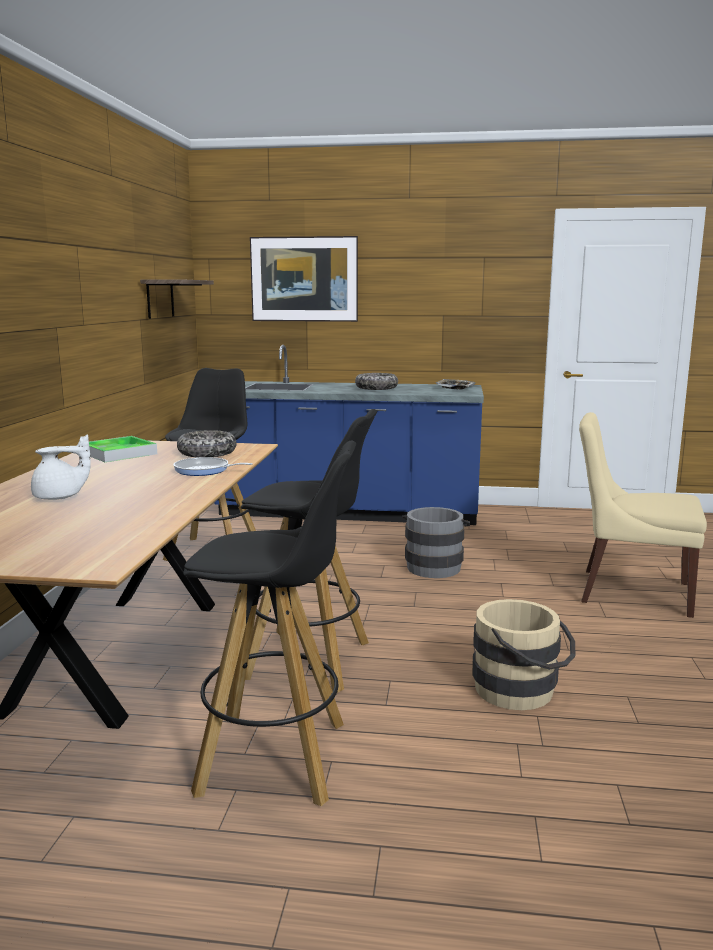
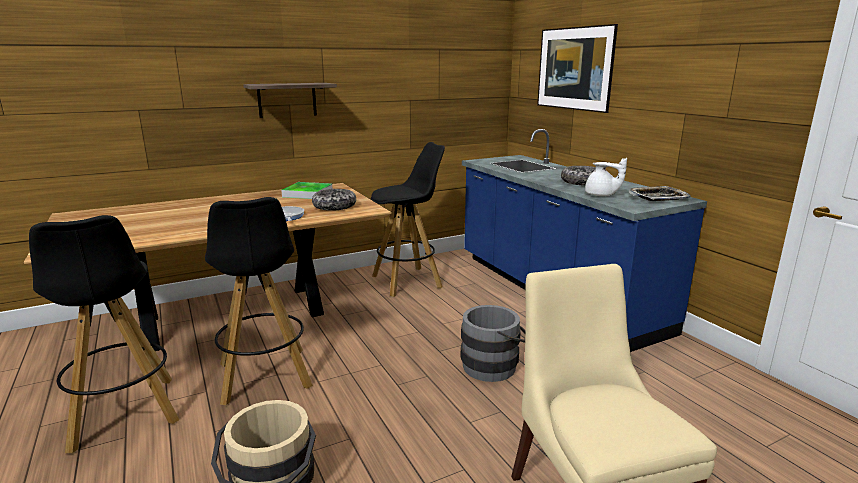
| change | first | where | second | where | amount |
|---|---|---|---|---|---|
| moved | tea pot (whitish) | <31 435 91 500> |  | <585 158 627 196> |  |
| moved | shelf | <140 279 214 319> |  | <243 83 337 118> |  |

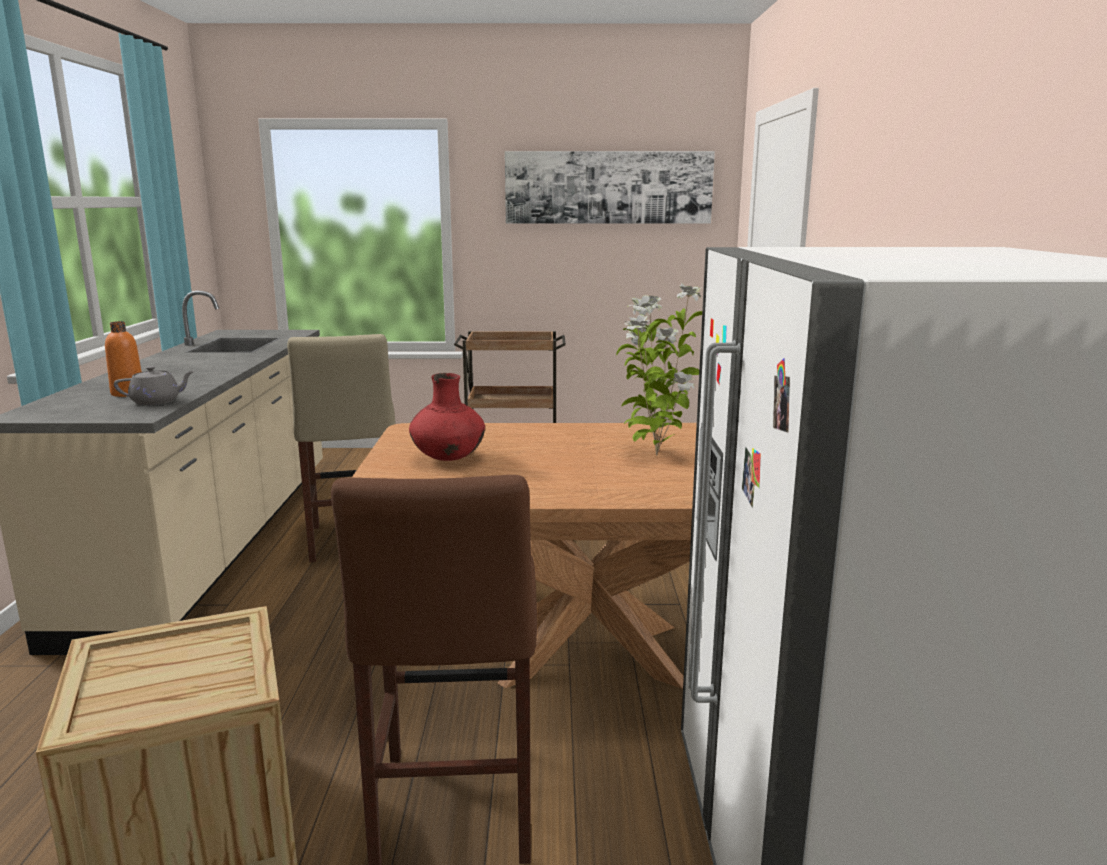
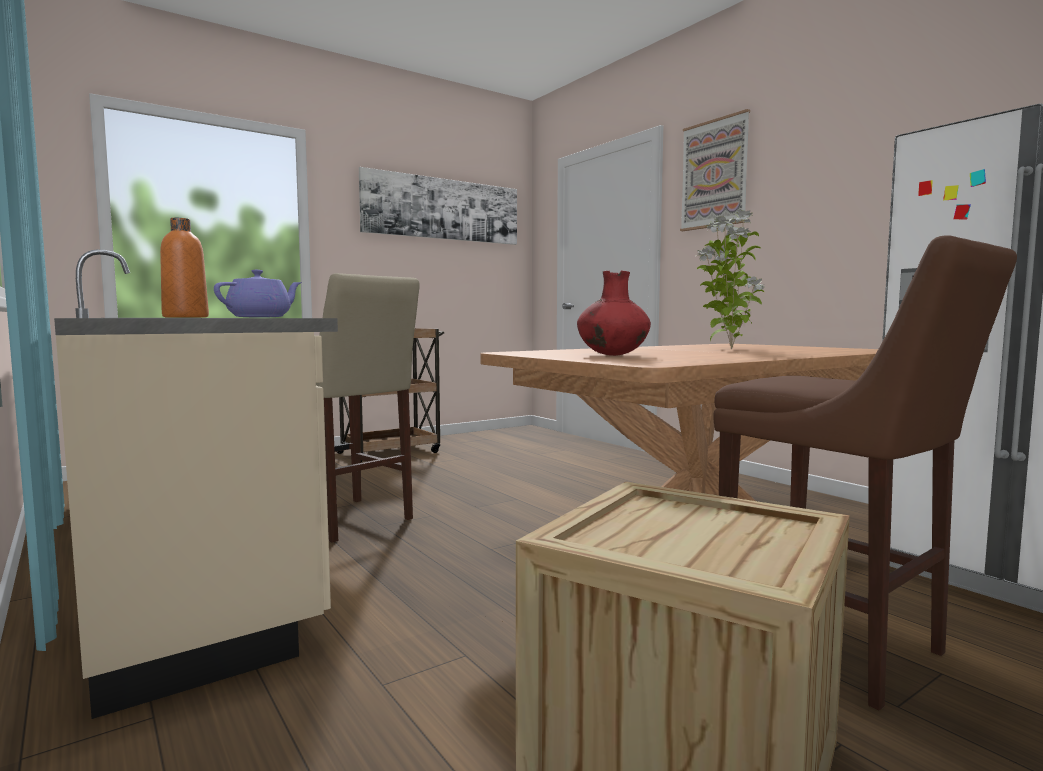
| change | first | where | second | where | amount |
|---|---|---|---|---|---|
| added |  |  | wall picture | <680 109 750 231> |  |
| recoloured | tea pot (gray) | <114 366 195 405> | tea pot (purplish) | <214 270 302 317> |  |

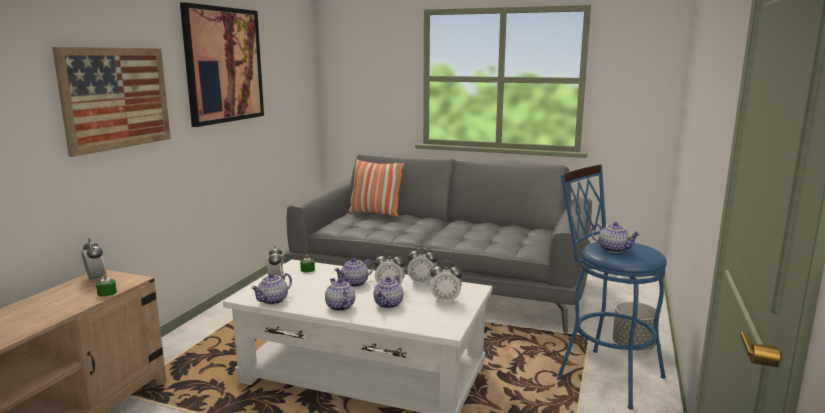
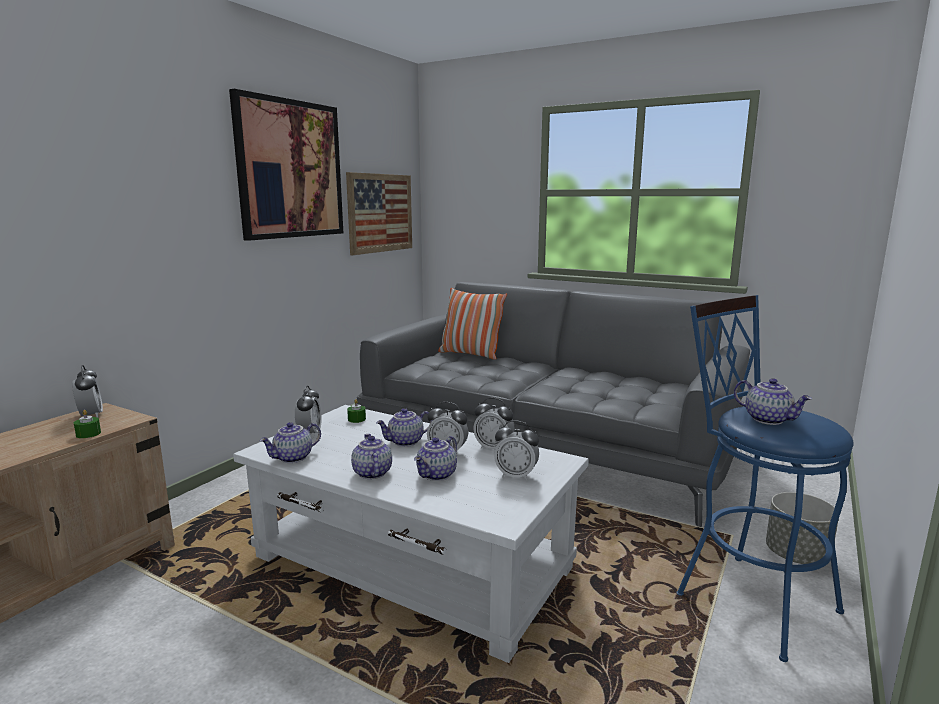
| change | first | where | second | where | amount |
|---|---|---|---|---|---|
| moved | wall picture | <52 47 171 157> |  | <346 172 412 255> |  |

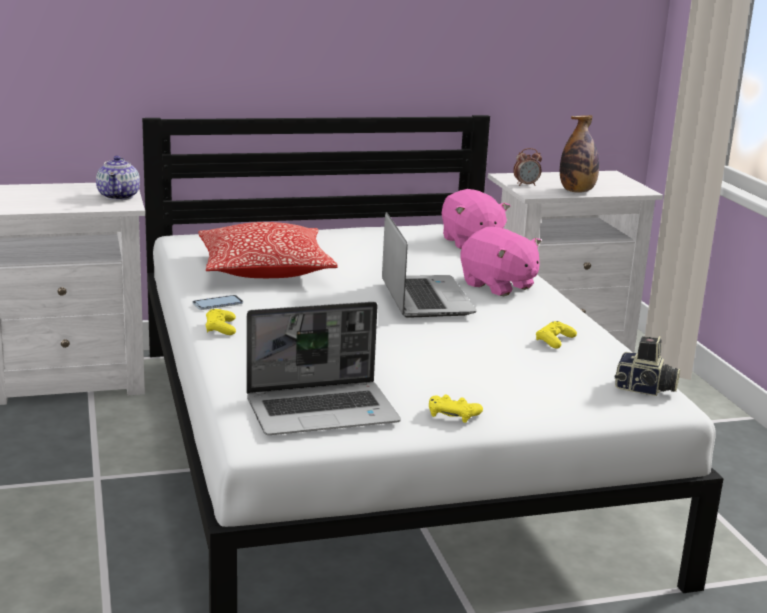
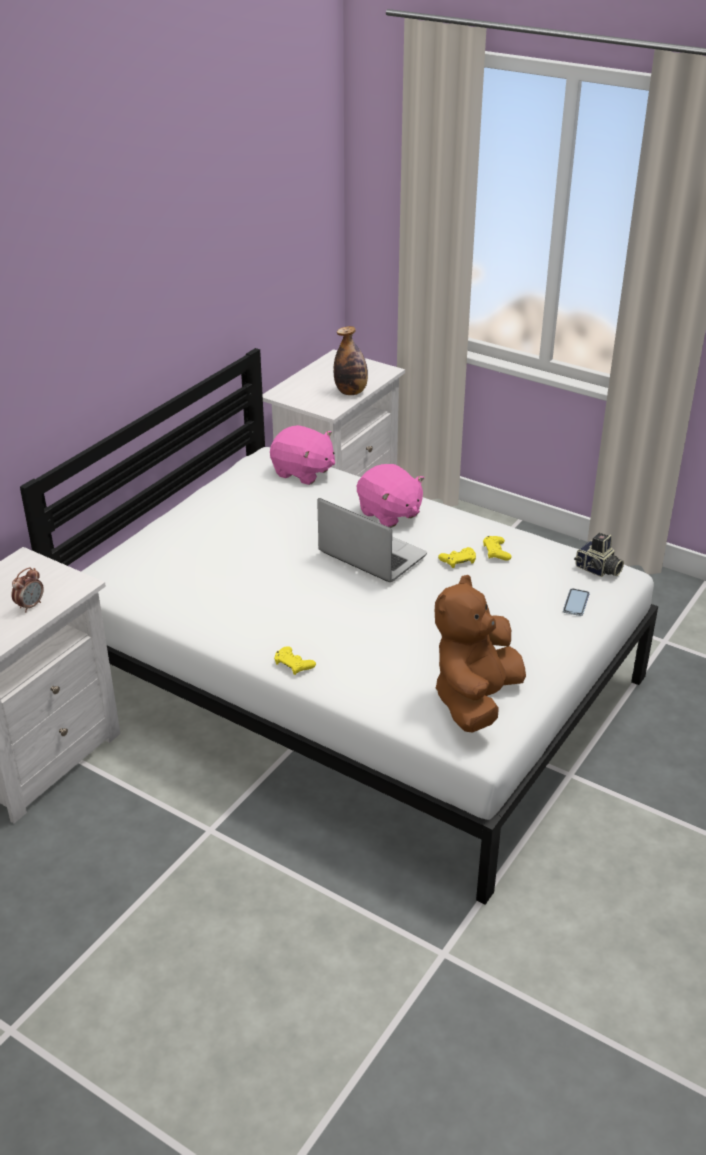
| change | first | where | second | where | amount |
|---|---|---|---|---|---|
| removed | tea pot | <96 156 140 200> |  |  |  |
| removed | pillow | <198 222 338 278> |  |  |  |
| moved | phone | <193 295 243 310> |  | <563 588 589 616> |  |
| moved | game controller (yellow-coloured) | <429 395 483 423> |  | <438 547 476 568> |  |
| moved | alarm clock | <513 148 542 186> |  | <11 567 44 612> |  |
| replaced | laptop | <246 302 401 435> | cuddly toy (brown) | <435 575 526 733> |  |
| turned | cuddly toy (pinkish) | <460 227 541 296> |  | <357 464 425 528> | 45 degrees clockwise |
| turned | photo camera | <615 336 680 396> |  | <574 533 624 577> | 60 degrees clockwise |

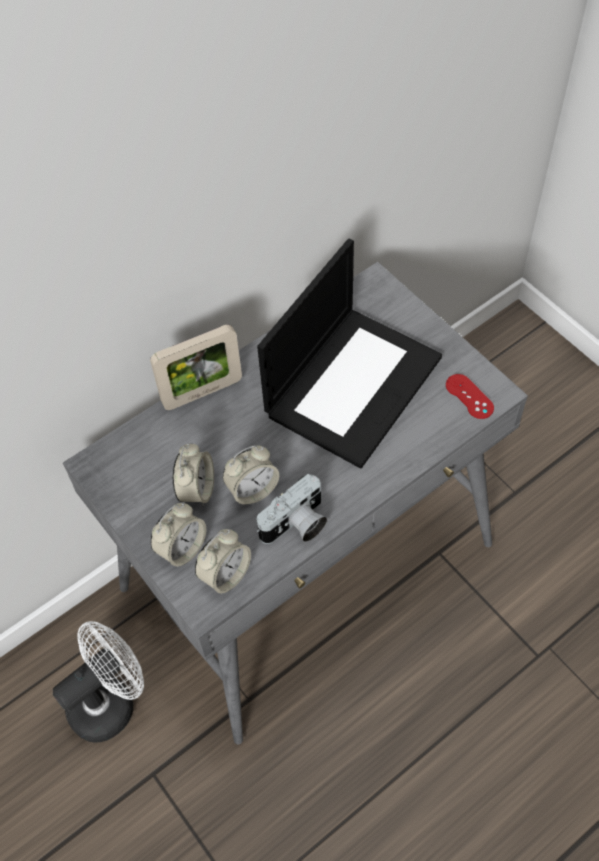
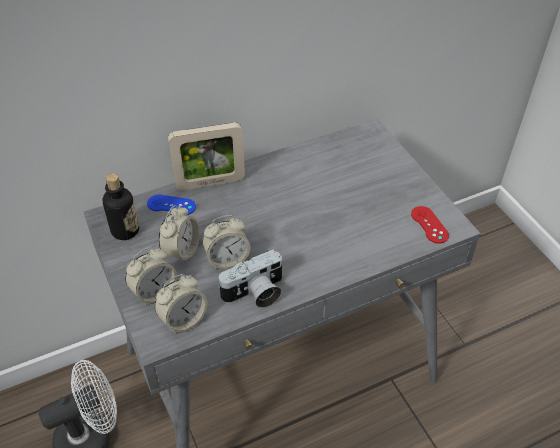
| change | first | where | second | where | amount |
|---|---|---|---|---|---|
| removed | laptop | <257 239 442 468> |  |  |  |
| added |  |  | beverage bottle | <102 173 139 240> |  |
| added |  |  | game controller (blue) | <147 195 196 215> |  |

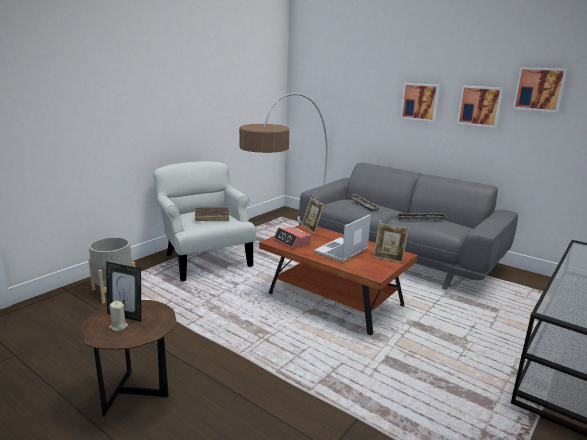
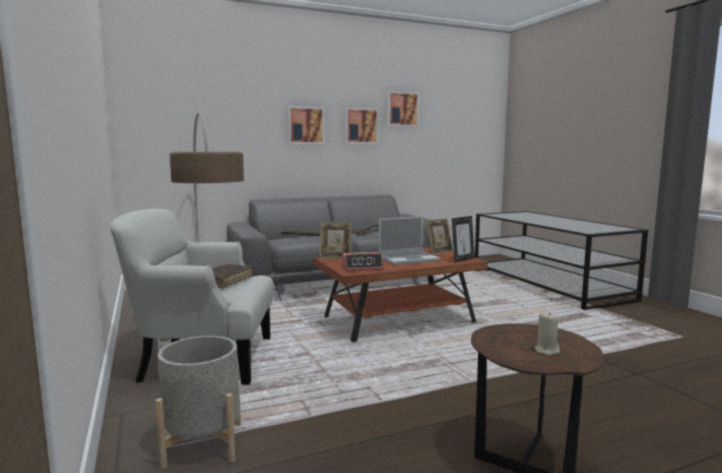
| change | first | where | second | where | amount |
|---|---|---|---|---|---|
| moved | picture frame | <106 262 141 321> |  | <452 216 475 263> |  |
| turned | laptop | <314 214 371 262> |  | <379 216 440 265> | 90 degrees counterclockwise |

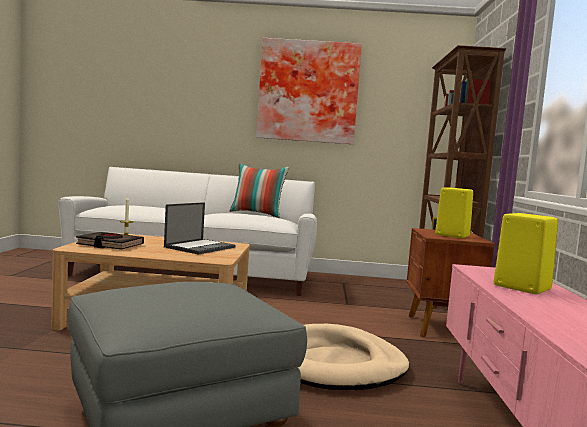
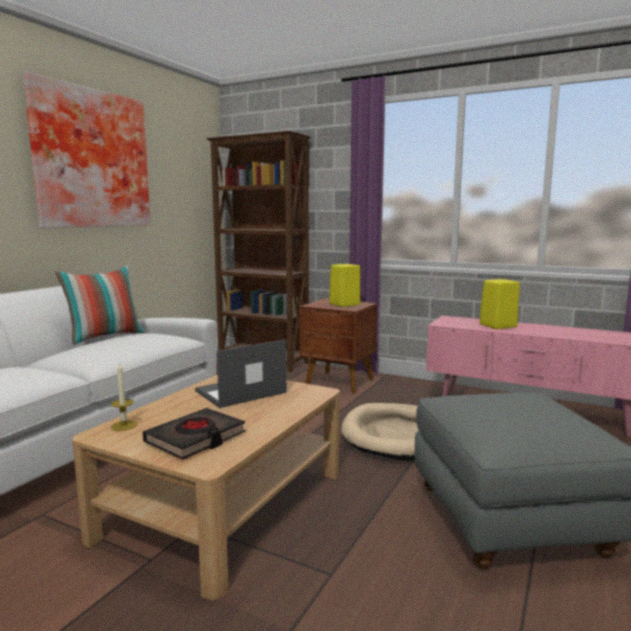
| change | first | where | second | where | amount |
|---|---|---|---|---|---|
| turned | laptop | <164 202 236 255> |  | <195 340 287 408> | 90 degrees counterclockwise |

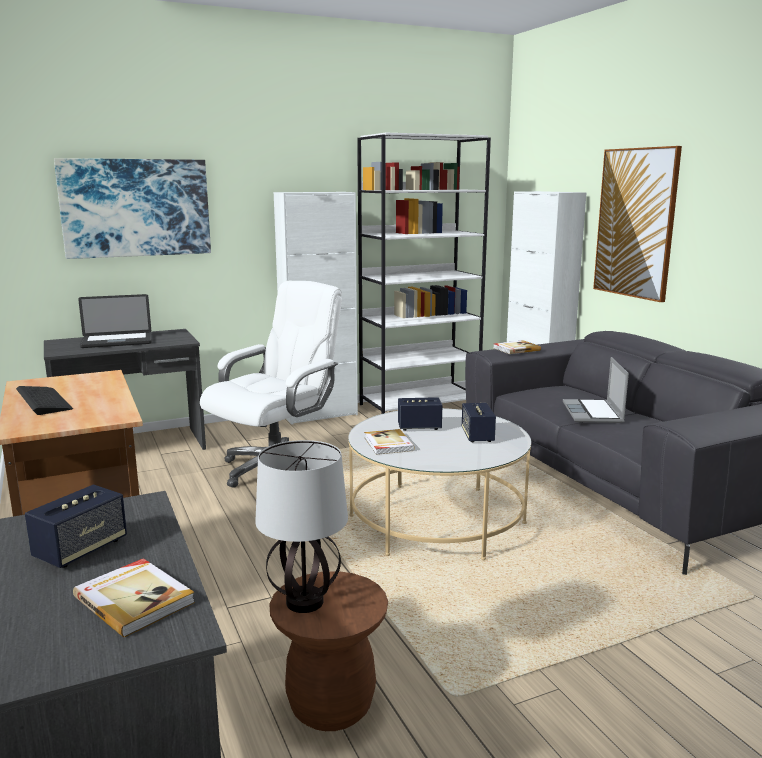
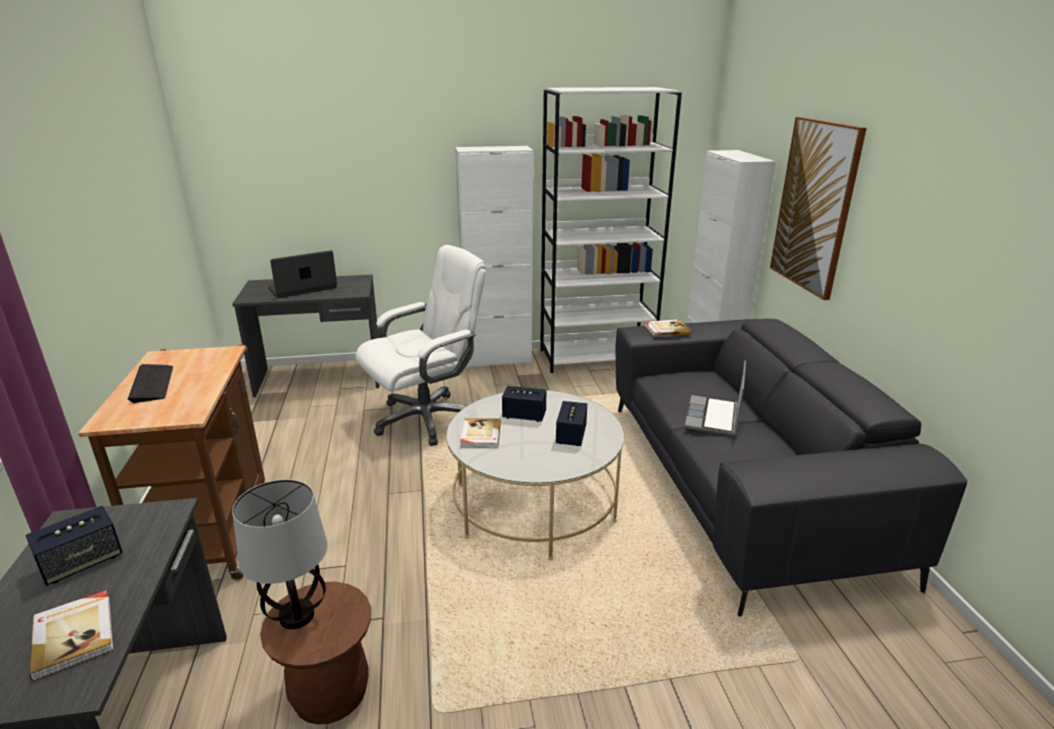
| change | first | where | second | where | amount |
|---|---|---|---|---|---|
| removed | wall picture | <54 158 211 259> |  |  |  |
| turned | laptop | <78 294 152 348> |  | <268 250 337 298> | 150 degrees clockwise |

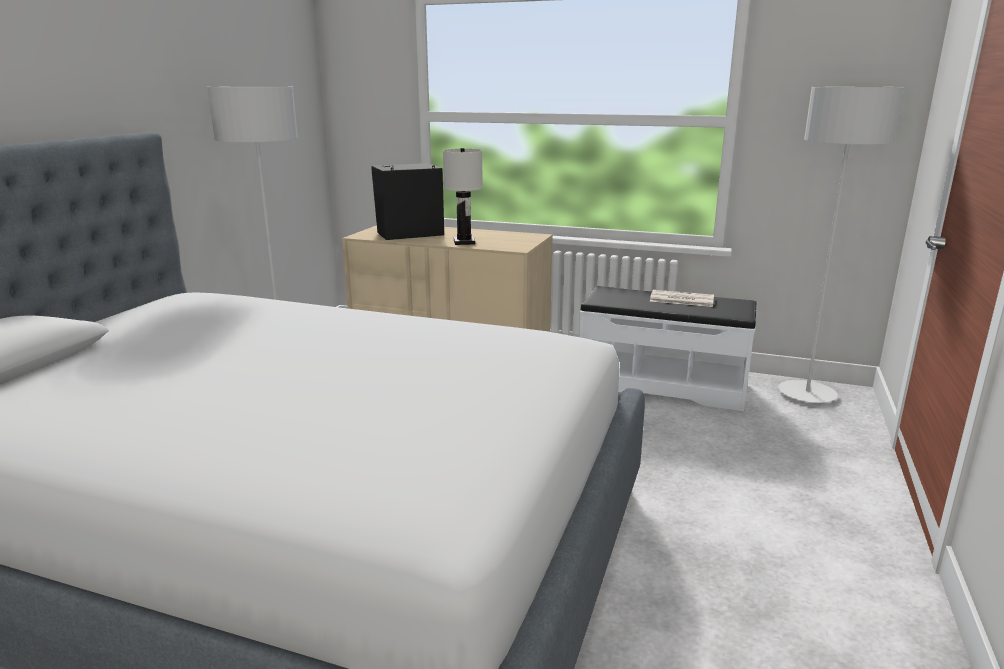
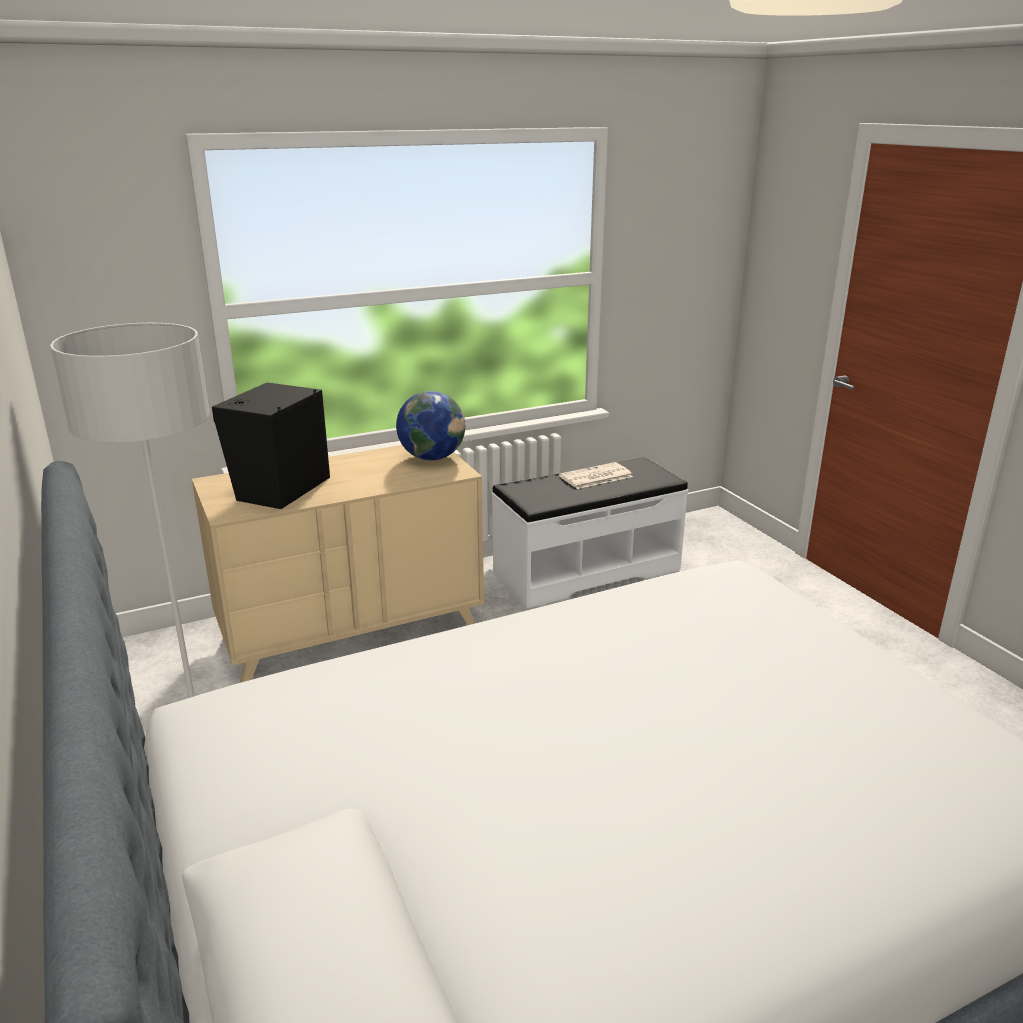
| change | first | where | second | where | amount |
|---|---|---|---|---|---|
| removed | tabletop lamp (whitish) | <443 148 483 245> |  |  |  |
| removed | standard lamp (gray) | <778 87 904 403> |  |  |  |
| added |  |  | world globe | <396 391 465 460> |  |

